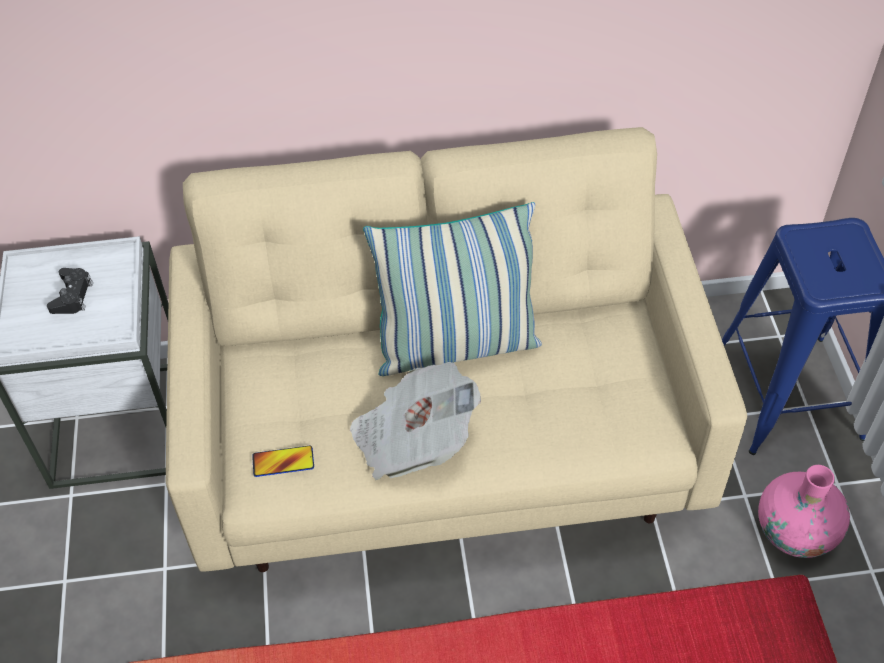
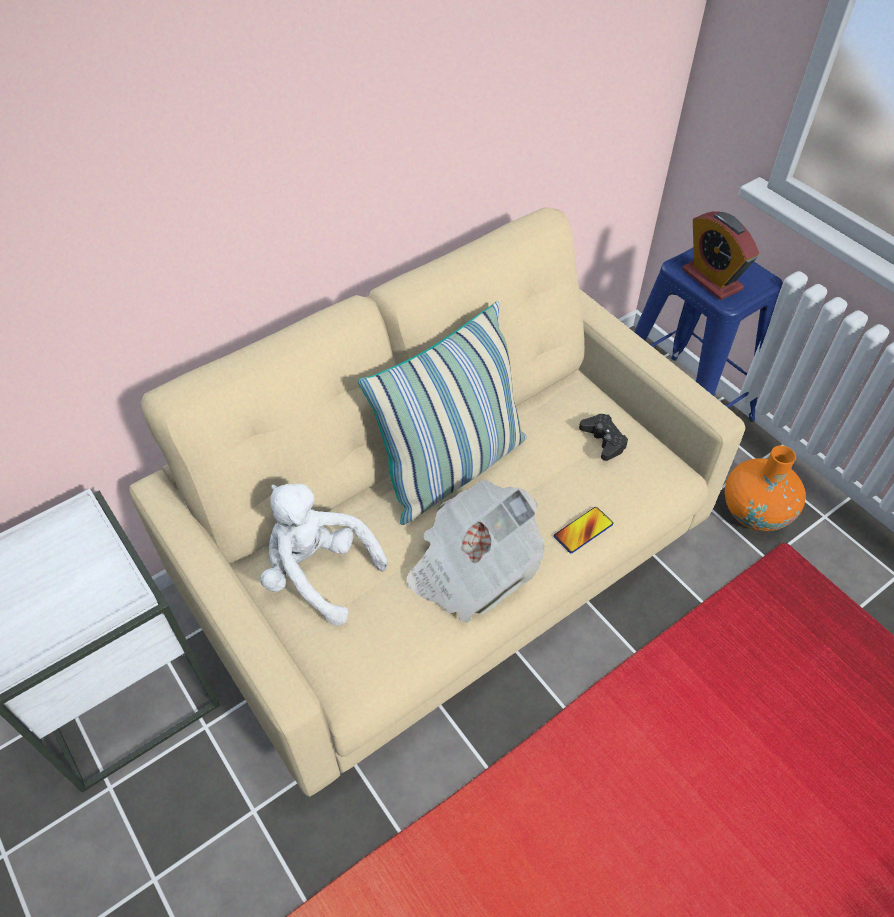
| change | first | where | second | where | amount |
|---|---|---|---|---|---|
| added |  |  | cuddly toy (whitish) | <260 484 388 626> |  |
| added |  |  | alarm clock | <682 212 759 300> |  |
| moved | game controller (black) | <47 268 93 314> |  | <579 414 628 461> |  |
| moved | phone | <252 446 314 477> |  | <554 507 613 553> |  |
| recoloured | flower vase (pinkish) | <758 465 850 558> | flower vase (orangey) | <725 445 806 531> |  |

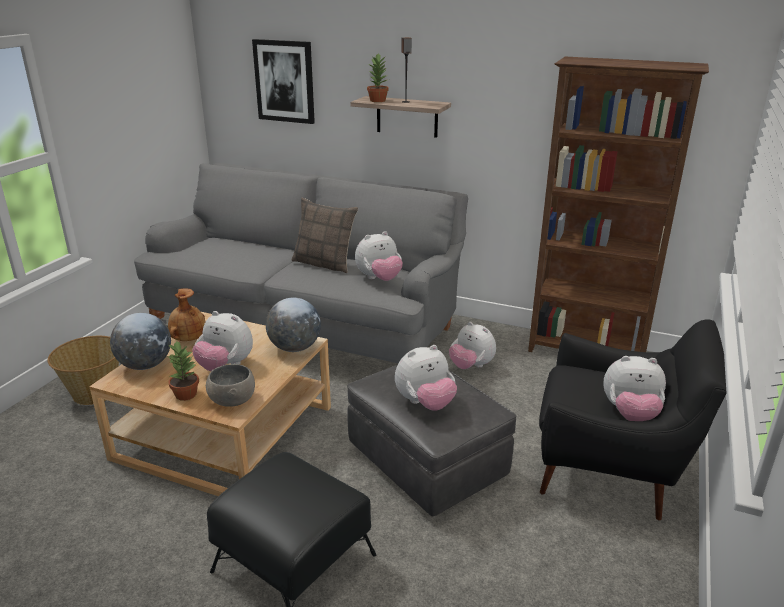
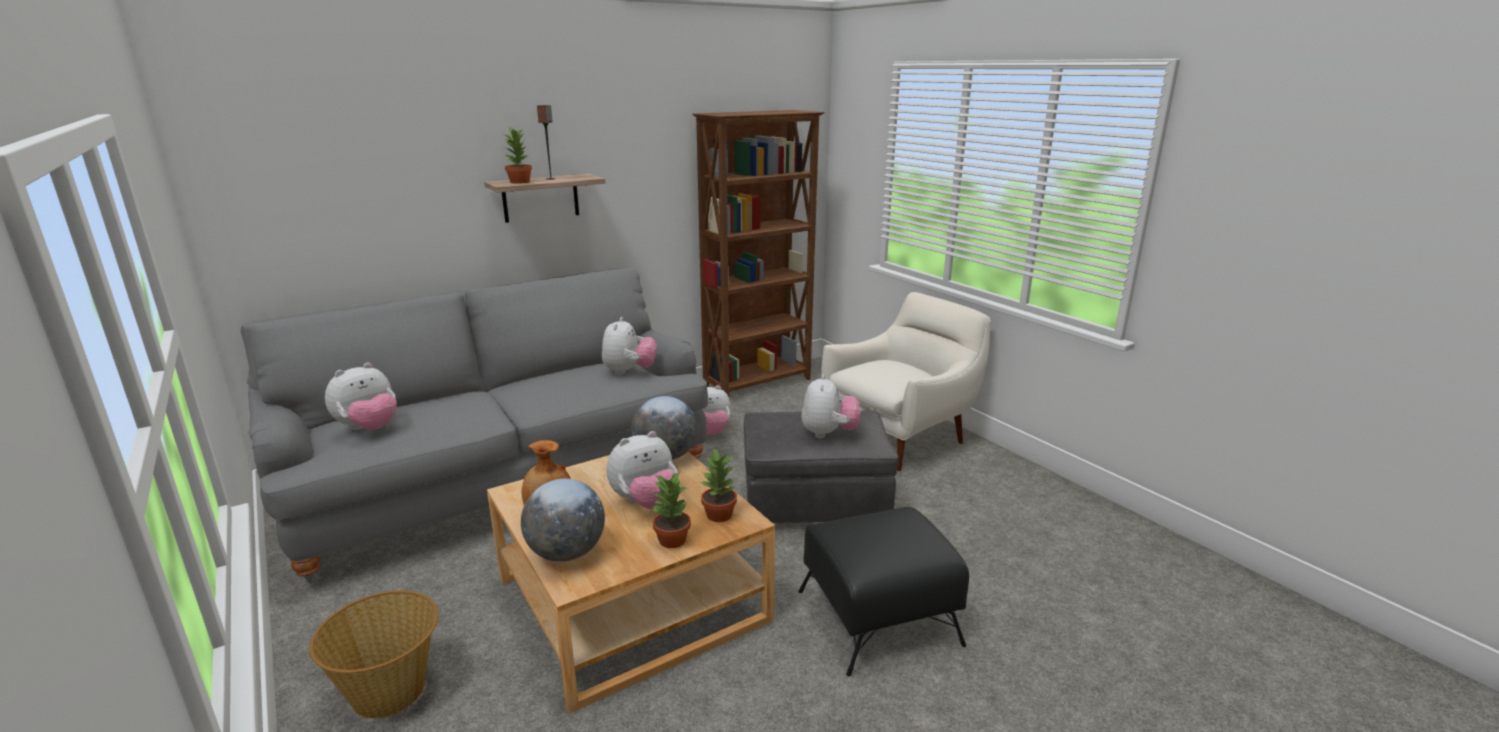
| change | first | where | second | where | amount |
|---|---|---|---|---|---|
| removed | wall picture | <252 39 315 124> |  |  |  |
| removed | pillow | <292 198 358 273> |  |  |  |
| moved | cuddly toy | <604 356 666 421> |  | <325 363 397 430> |  |
| replaced | bowl (gray) | <206 364 255 407> | houseplant | <701 449 737 522> |  |
| recoloured | lounge chair (black) | <539 319 726 520> | lounge chair (whitish) | <822 292 991 471> |  |

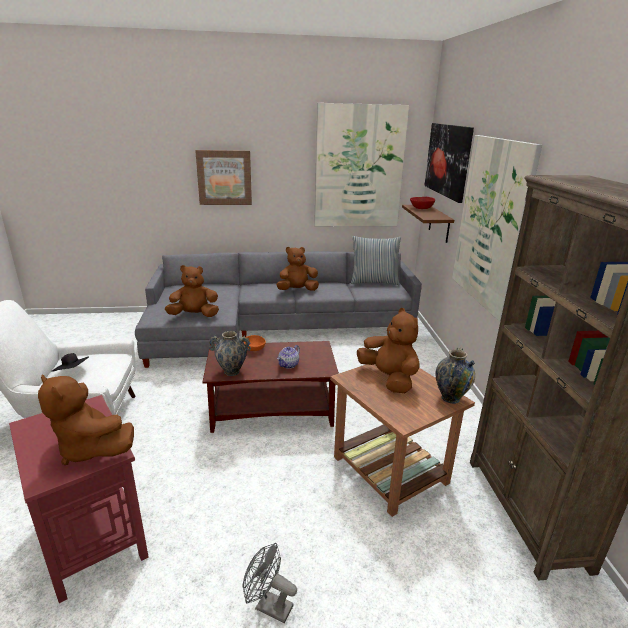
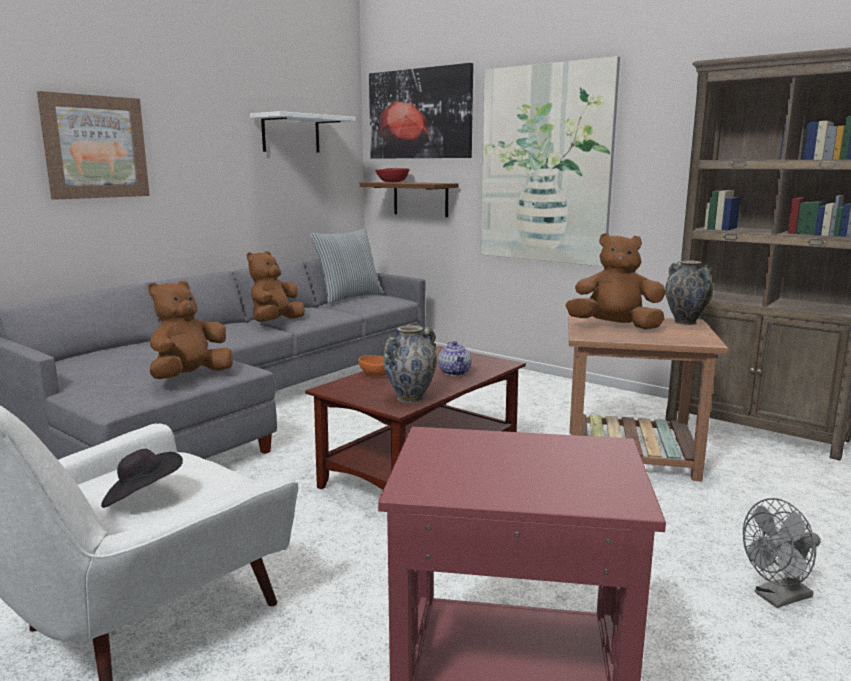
| change | first | where | second | where | amount |
|---|---|---|---|---|---|
| removed | cuddly toy (brown) | <38 374 134 465> |  |  |  |
| replaced | wall picture | <314 103 409 226> | shelf (whitish) | <250 111 356 153> |  |

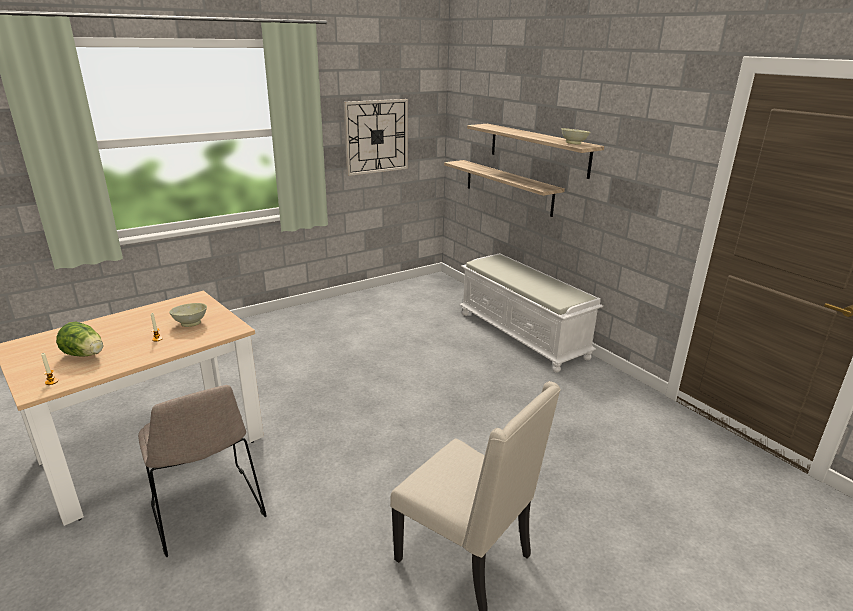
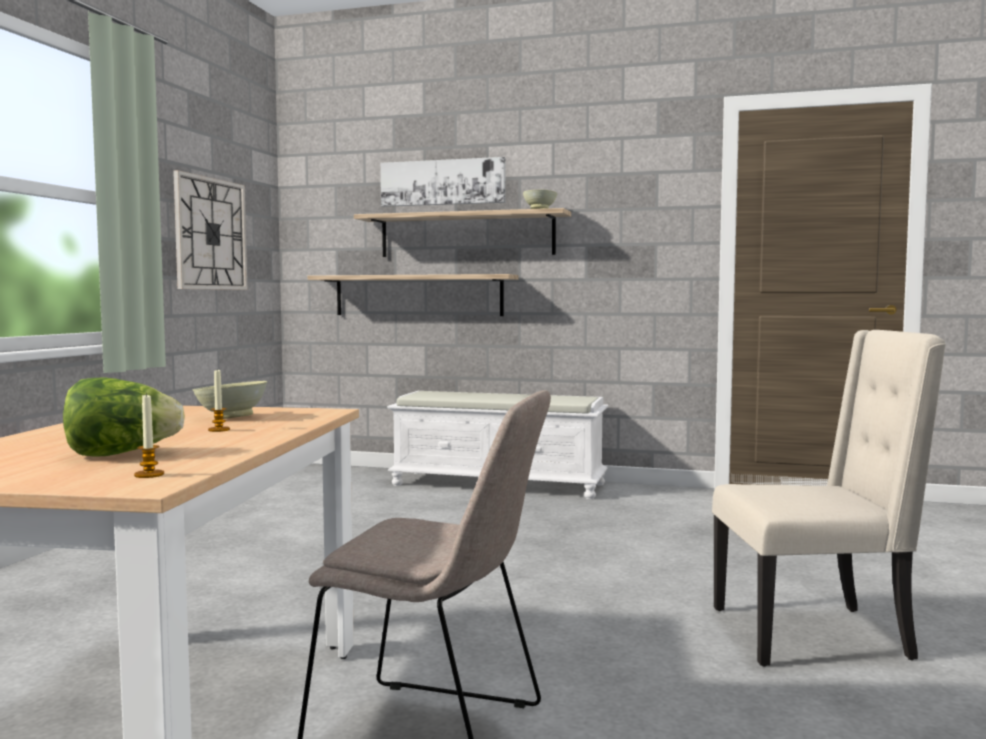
| change | first | where | second | where | amount |
|---|---|---|---|---|---|
| added |  |  | wall picture | <381 157 506 207> |  |

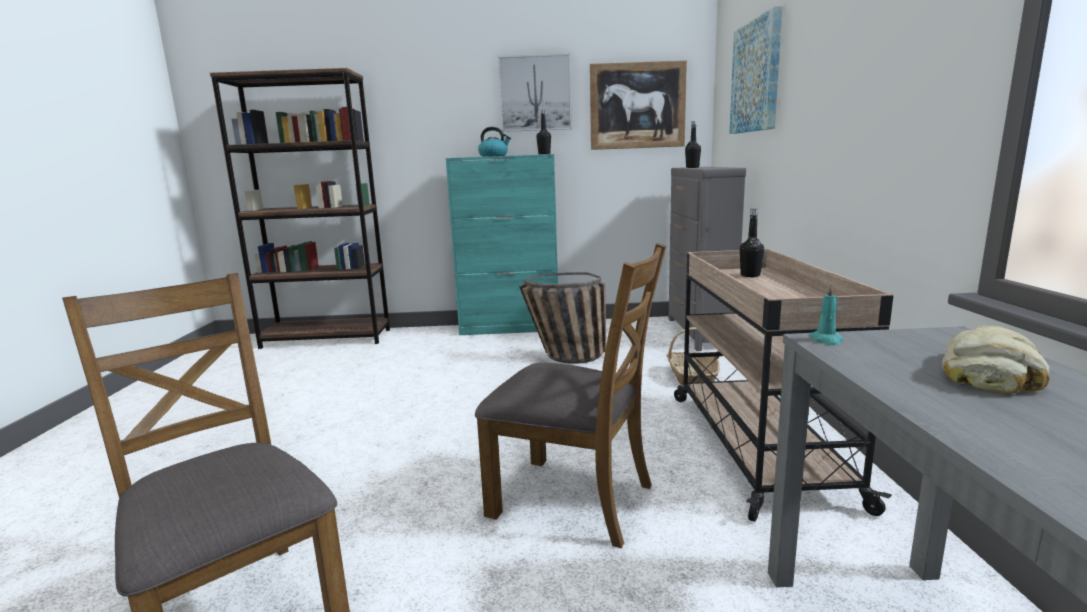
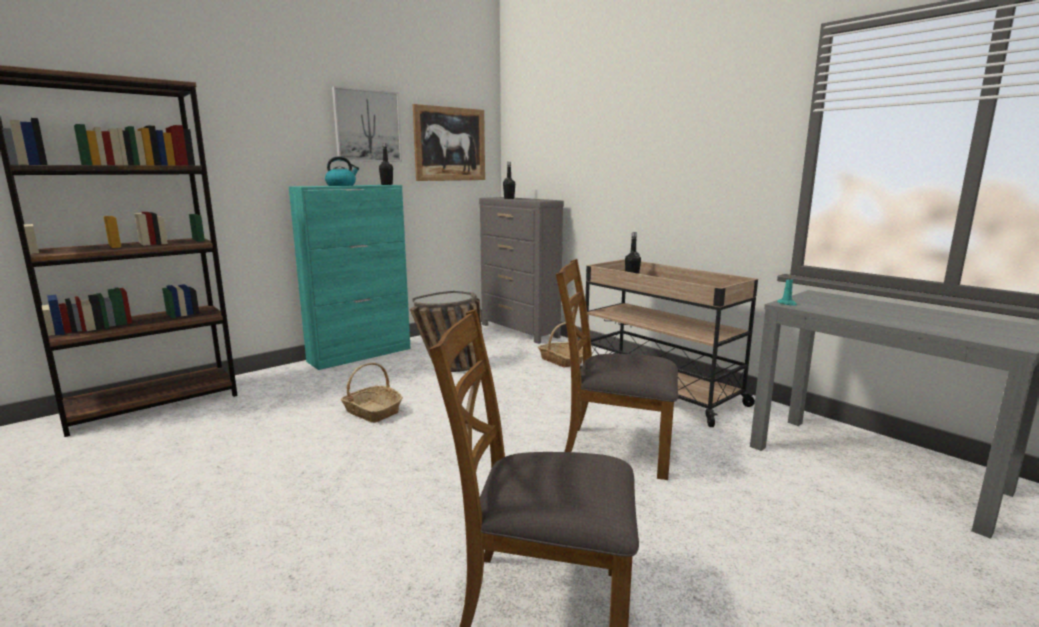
| change | first | where | second | where | amount |
|---|---|---|---|---|---|
| removed | wall picture | <729 6 783 134> |  |  |  |
| removed | bakery bread | <942 325 1050 394> |  |  |  |
| added |  |  | storage basket | <341 363 403 422> |  |
| turned | upright chair (brown) | <475 243 666 548> |  | <556 259 678 480> | 150 degrees counterclockwise |

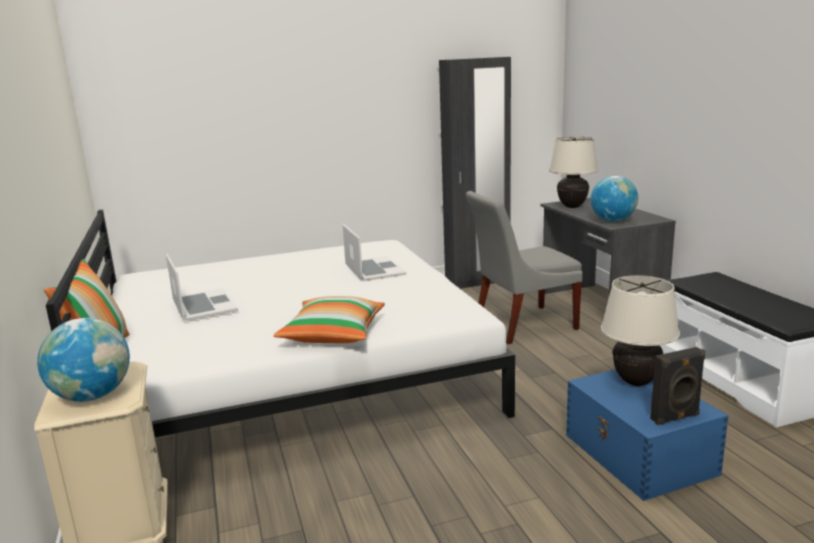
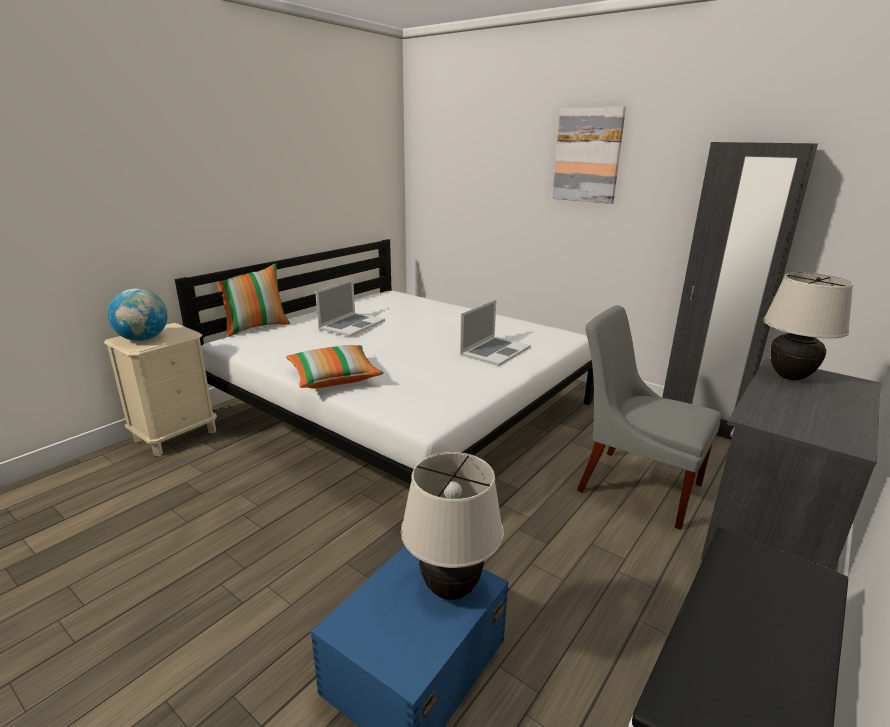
| change | first | where | second | where | amount |
|---|---|---|---|---|---|
| removed | world globe | <590 176 638 222> |  |  |  |
| removed | loudspeaker (black) | <650 347 706 425> |  |  |  |
| added |  |  | wall picture | <552 106 626 204> |  |

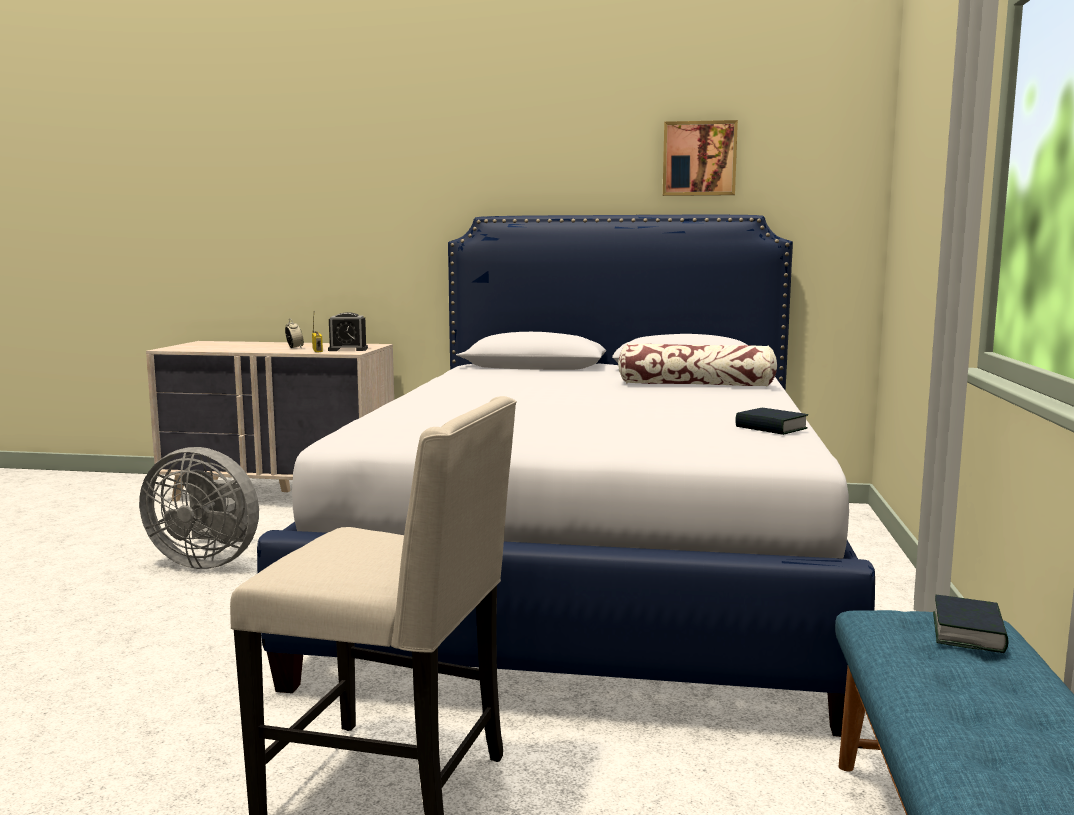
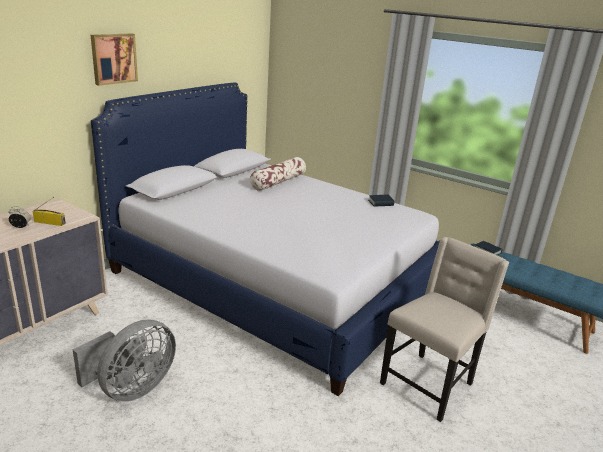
| change | first | where | second | where | amount |
|---|---|---|---|---|---|
| removed | alarm clock | <328 312 368 351> |  |  |  |
| moved | wall picture | <663 120 738 196> |  | <91 34 138 86> |  |

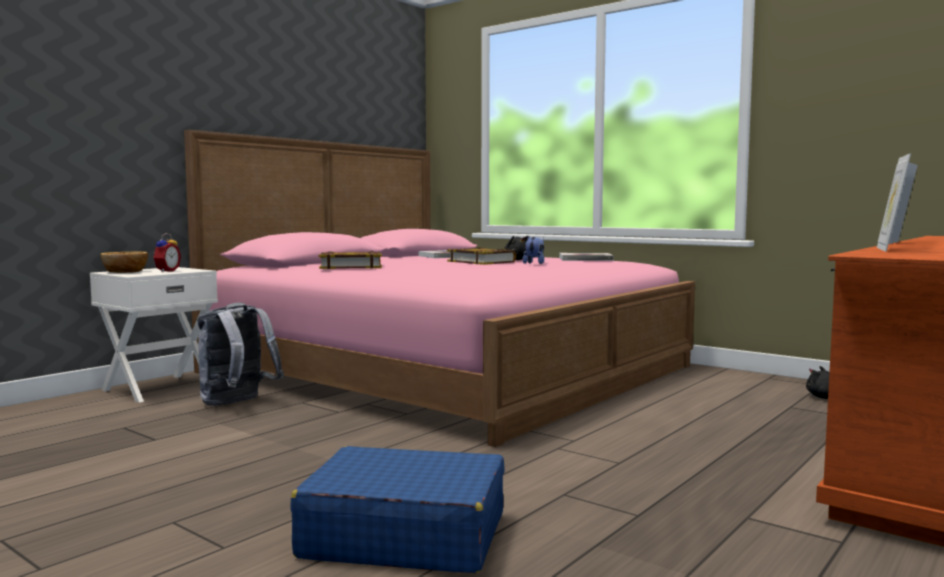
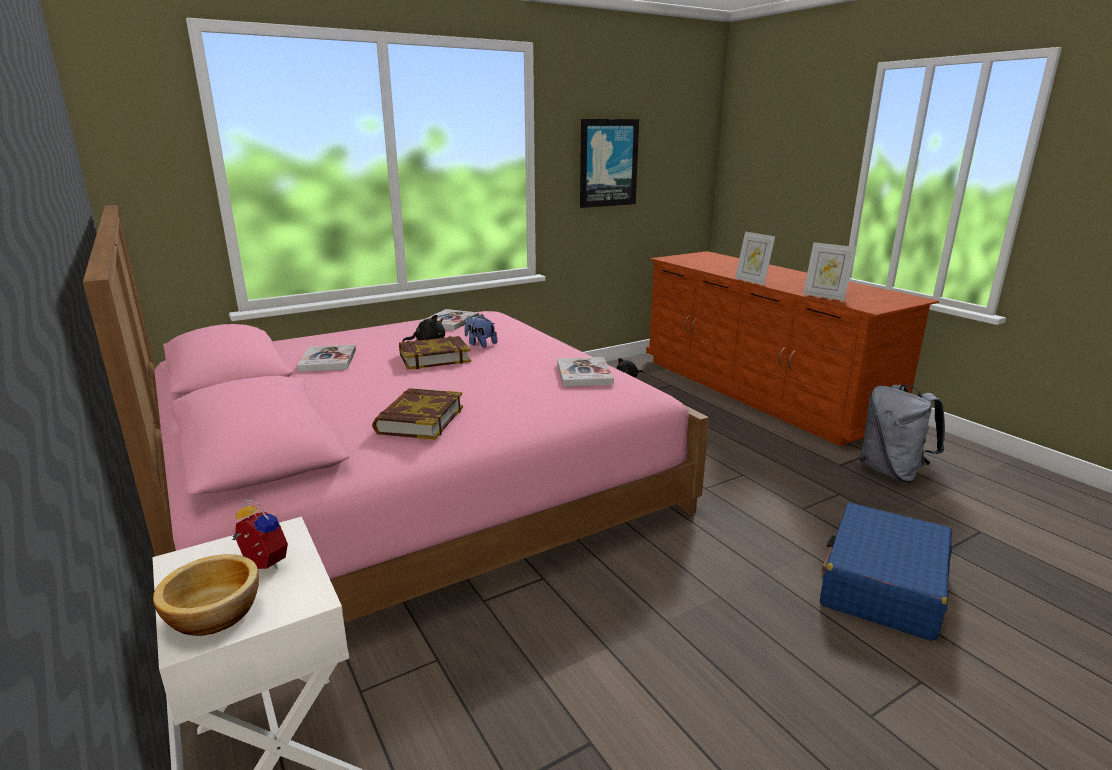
| change | first | where | second | where | amount |
|---|---|---|---|---|---|
| added |  |  | book | <557 357 614 387> |  |
| added |  |  | wall picture | <580 119 639 208> |  |
| moved | knapsack (gray) | <197 302 284 406> |  | <860 385 945 483> |  |

